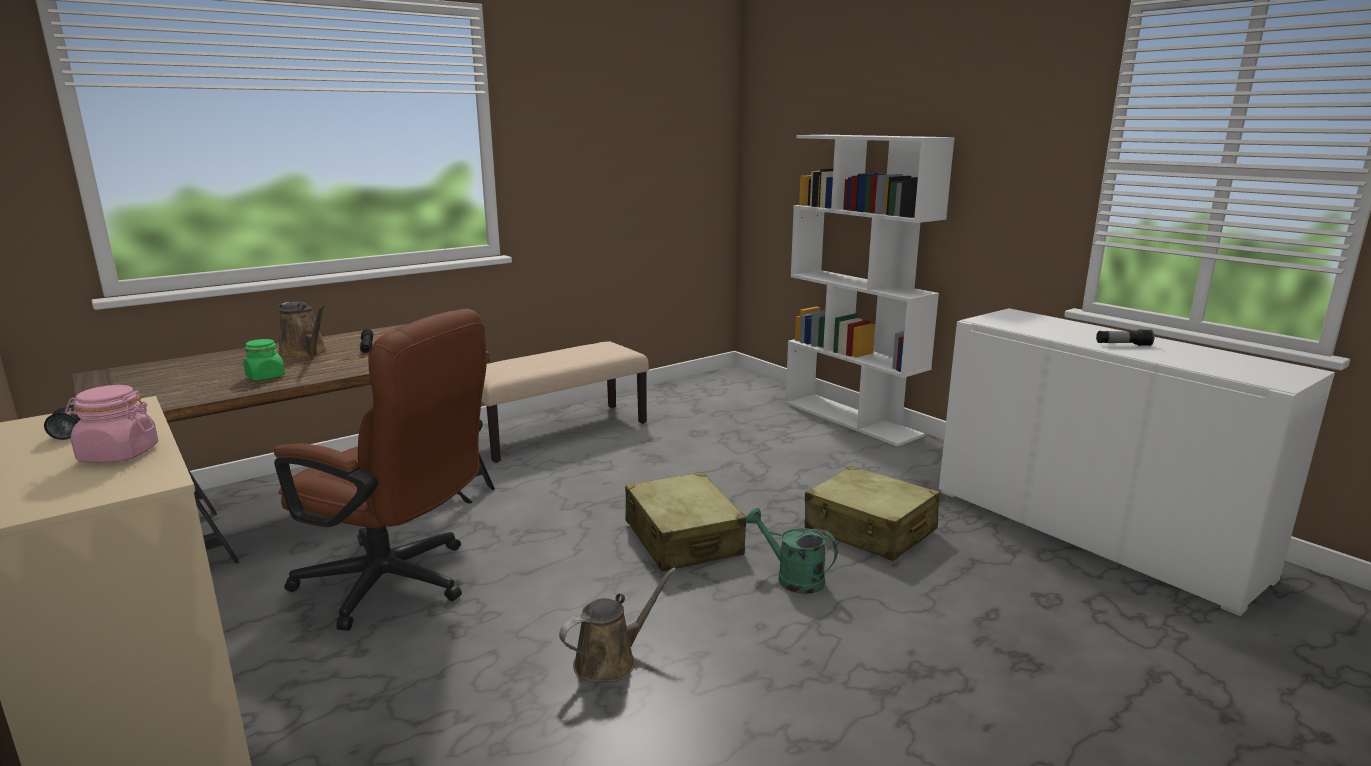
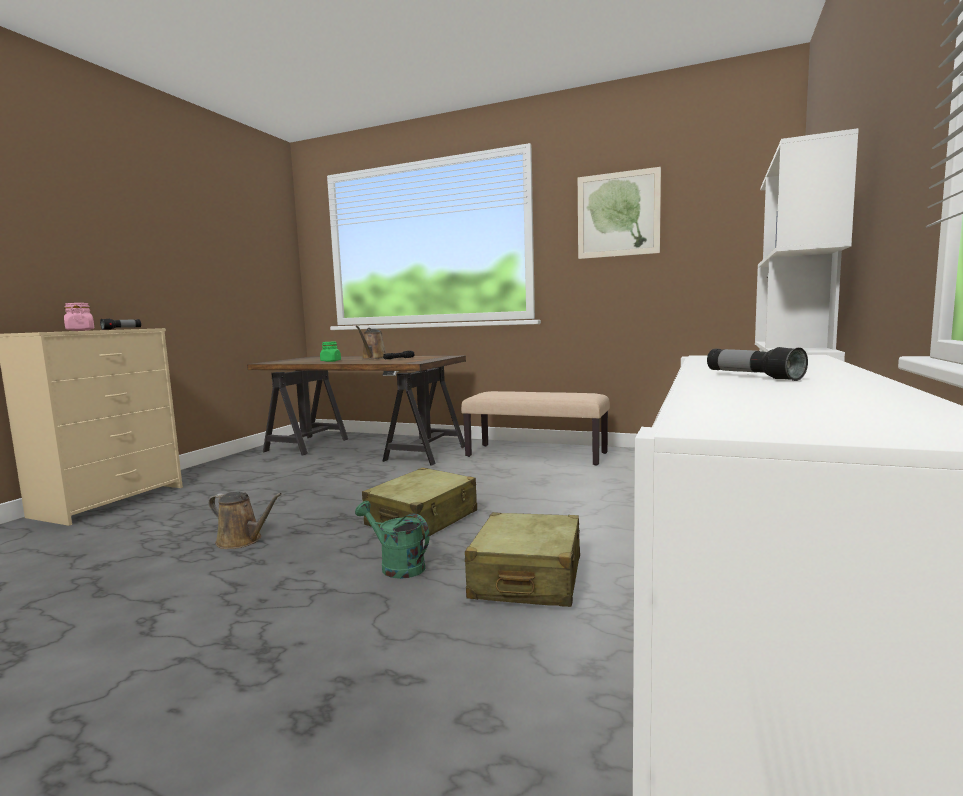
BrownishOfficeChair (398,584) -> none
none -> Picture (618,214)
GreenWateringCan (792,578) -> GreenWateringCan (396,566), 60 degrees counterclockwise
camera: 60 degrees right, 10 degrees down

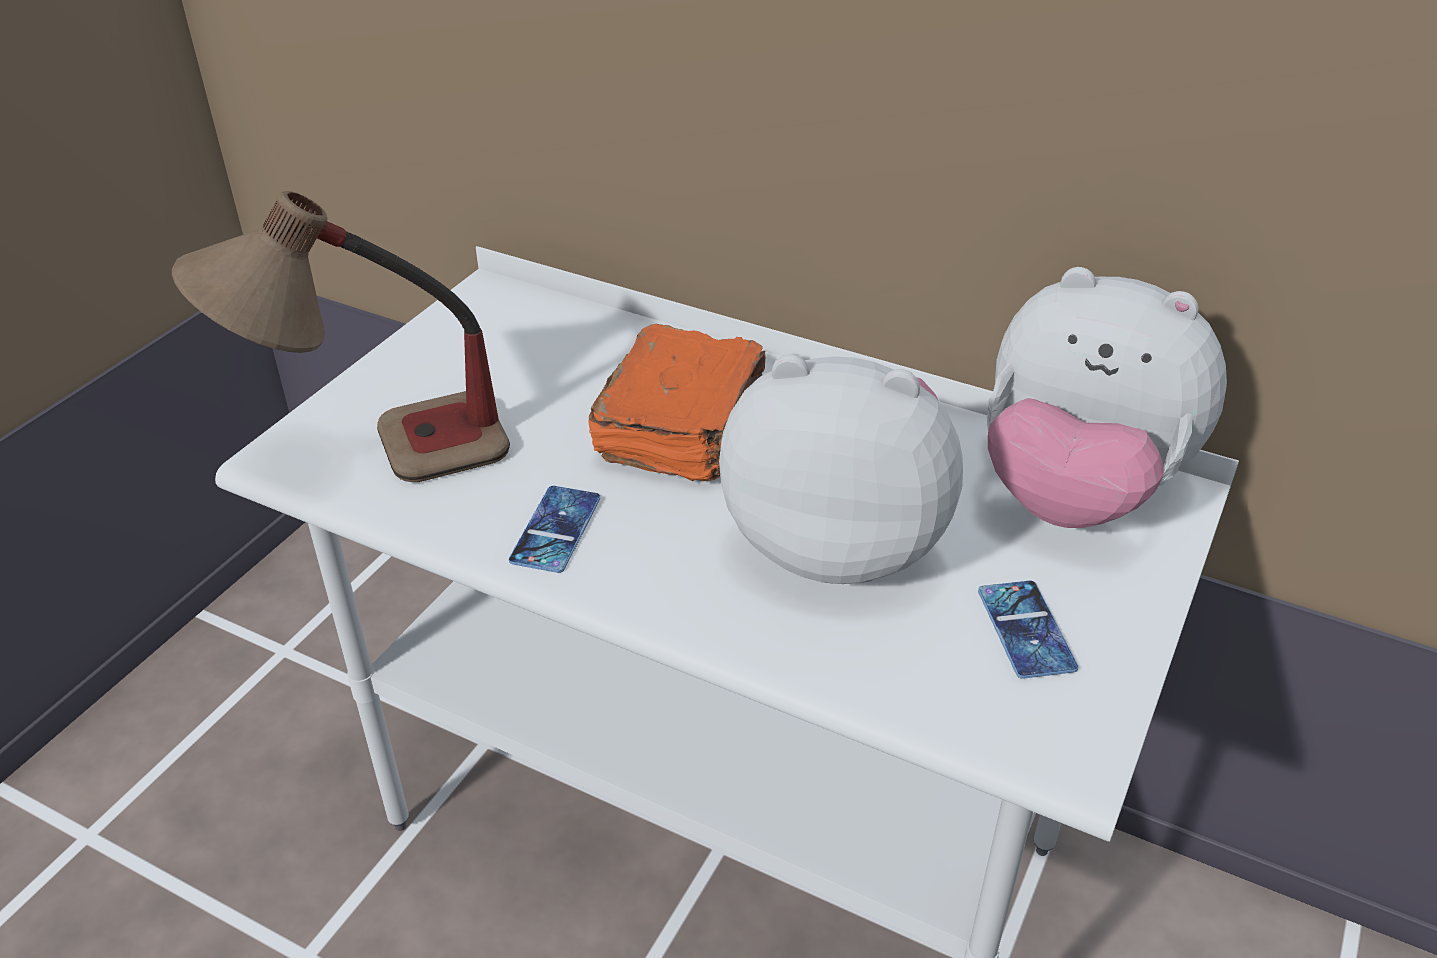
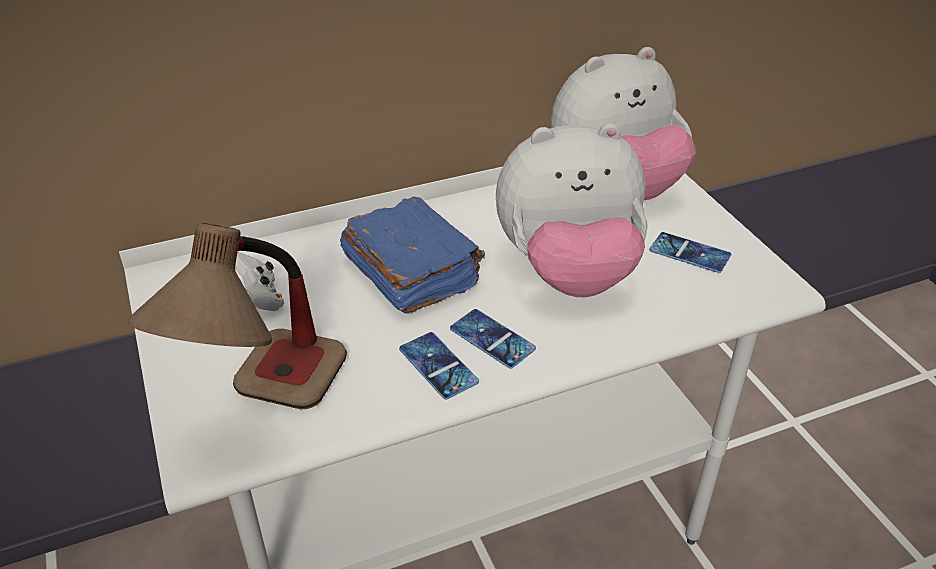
none -> WhitishGameController (260,299)
none -> Telephone (492,339)
OrangeColouredVolume (684,429) -> BlueVolume (411,272)
PlushToy (838,542) -> PlushToy (568,272), 150 degrees counterclockwise
camera: 50 degrees left, 0 degrees up

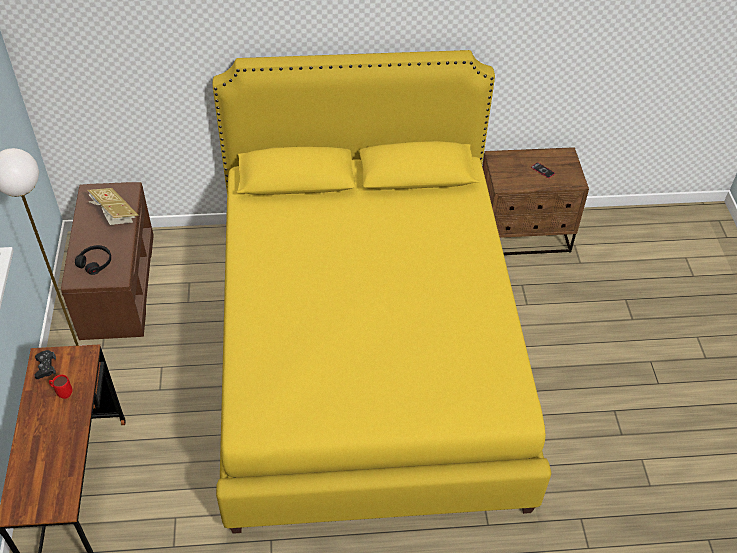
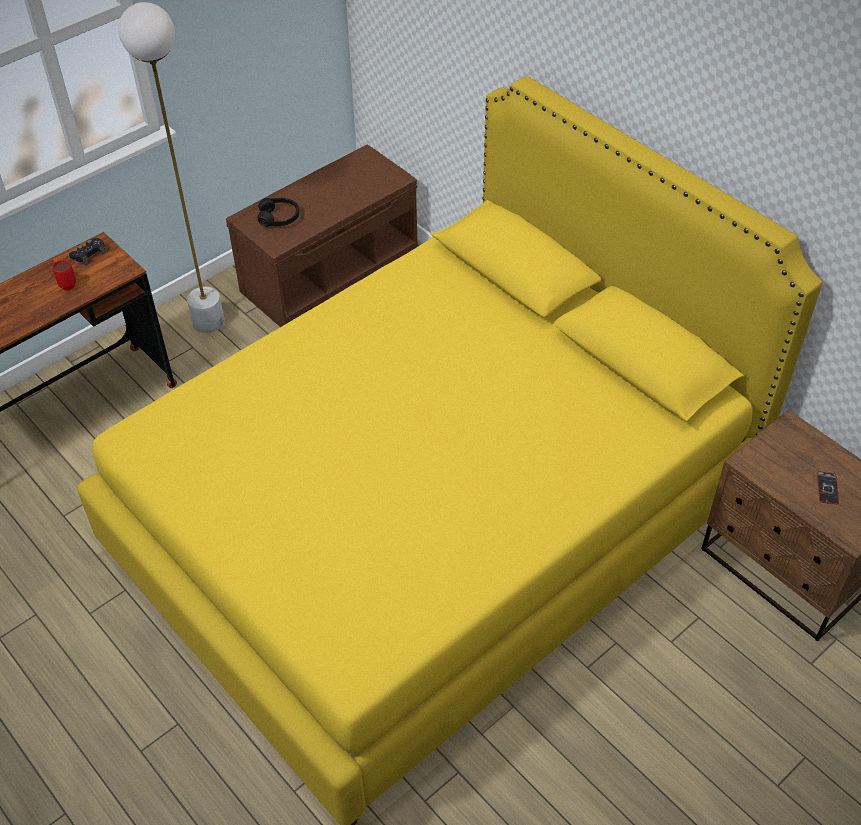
Volume (114,214) -> none
camera: 55 degrees right, 0 degrees up

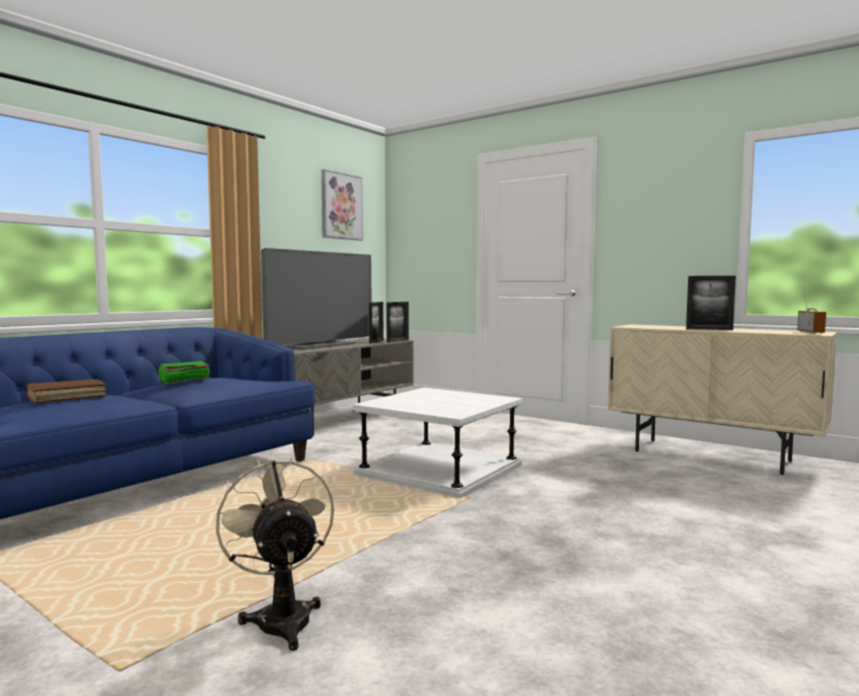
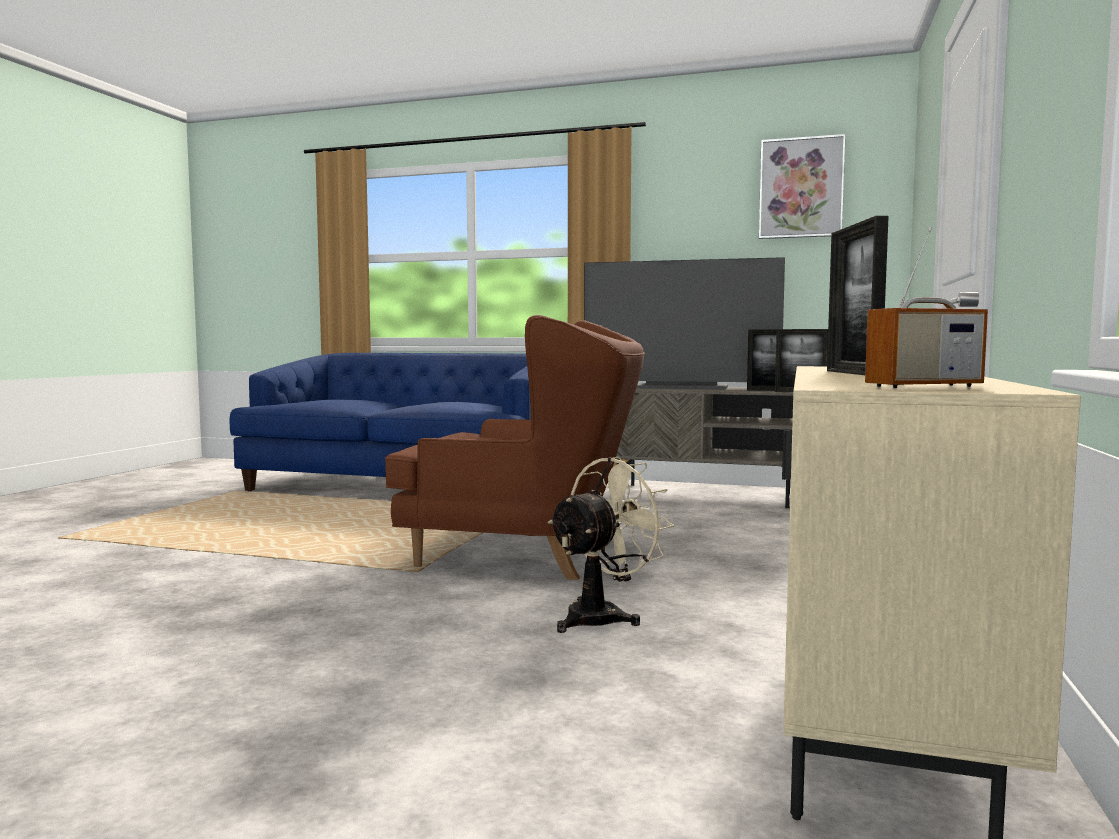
BrownishVolume (66,398) -> none
GreenVolume (183,381) -> none
BeigeElectricFan (281,617) -> BeigeElectricFan (603,616), shifted
WhitishAccentTable (440,470) -> BrownishEasyChair (525,551)
camera: 70 degrees right, 0 degrees up

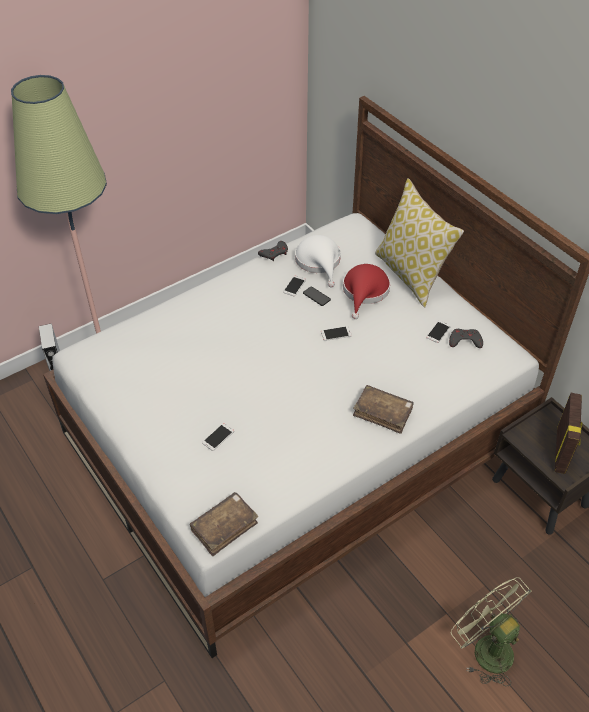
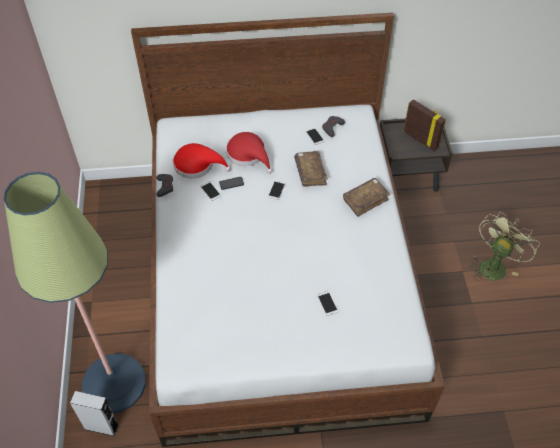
Cushion (411,275) -> none
BrownishVolume (224,527) -> BrownishVolume (310,172), shifted
WhitishHat (319,262) -> RedHat (197,165)
GreenElectricFan (485,648) -> GreenElectricFan (494,264), 135 degrees clockwise
camera: 60 degrees left, 5 degrees up

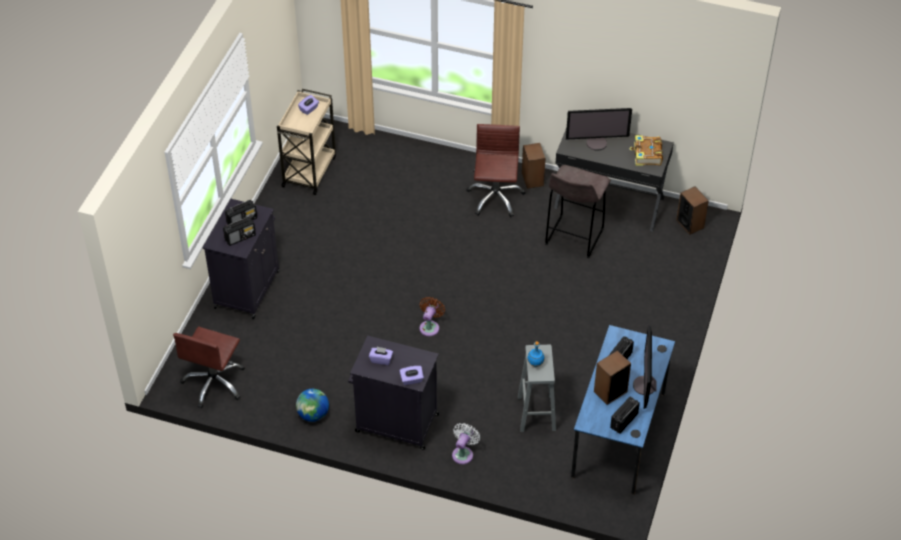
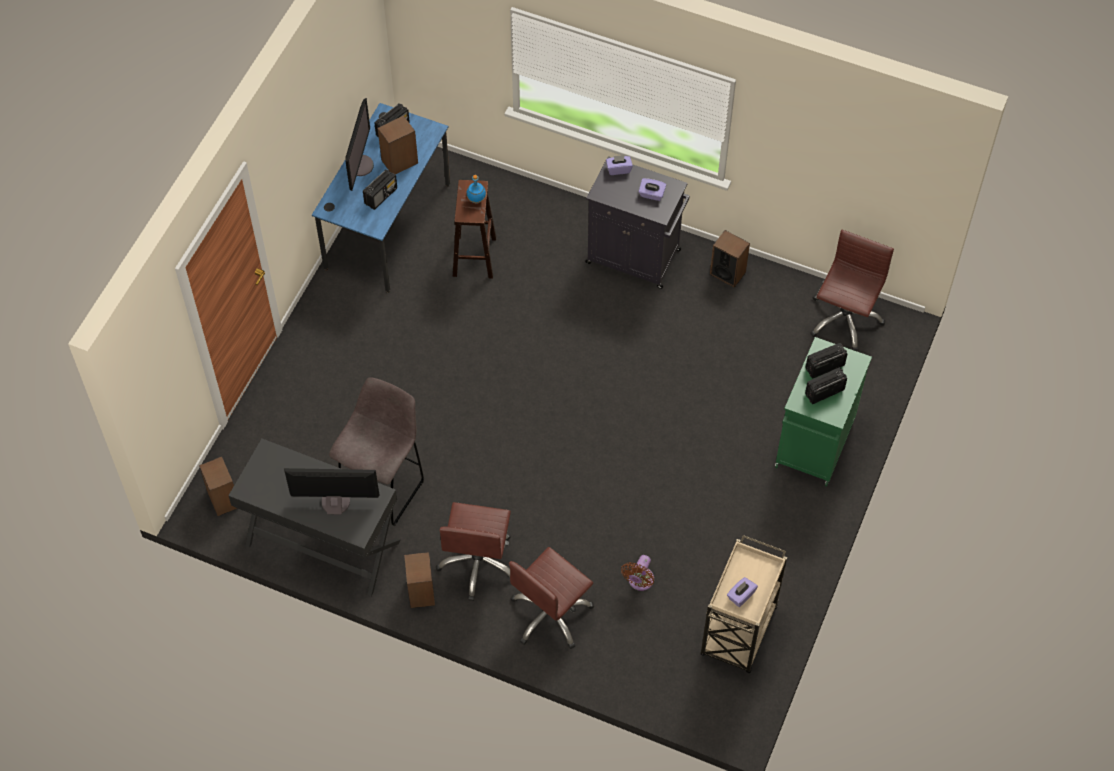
WhitishElectricFan (463,453) -> none
Volume (647,155) -> none
none -> BrownishOfficeChair (551,614)
BrownishElectricFan (430,326) -> BrownishElectricFan (639,581), shifted
DeskGlobe (313,415) -> Loudspeaker (727,273)
BlackishCabinet (247,288) -> GreenCabinet (814,444)
GrayStoolSeat (536,412) -> BrownishStoolSeat (474,257)
camera: 175 degrees left, 10 degrees up

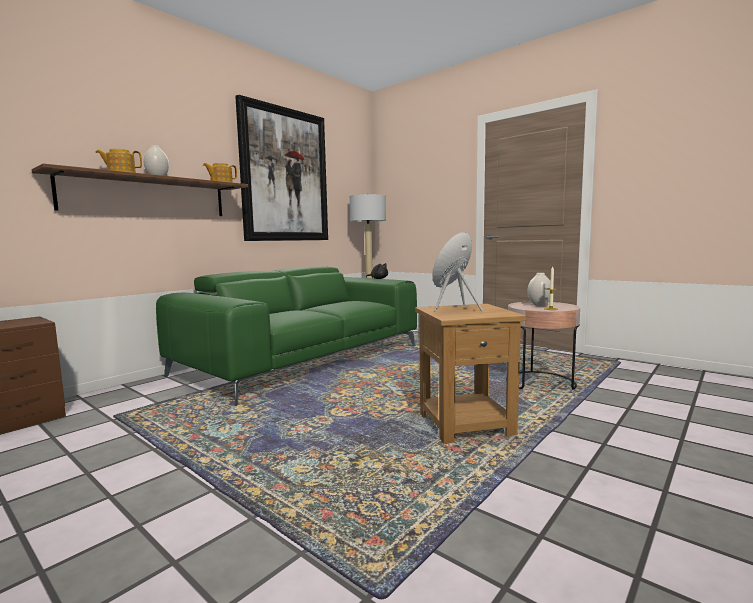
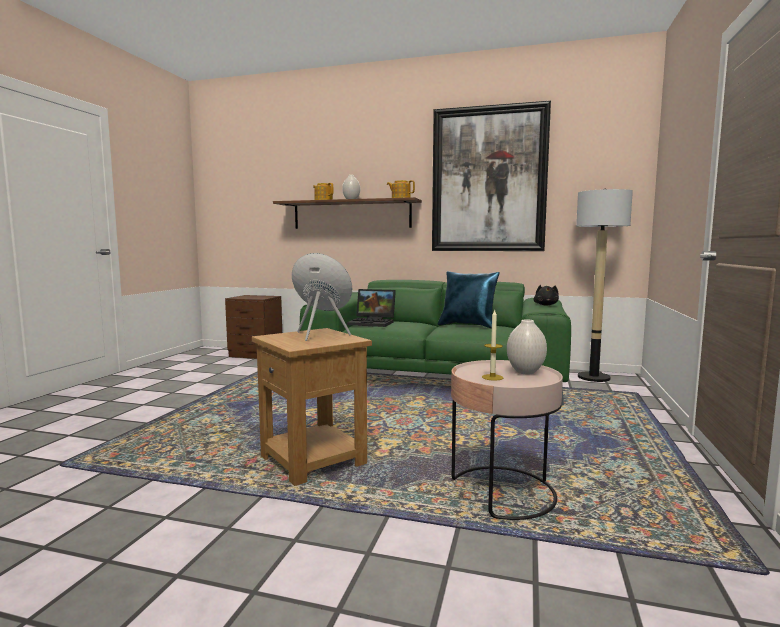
none -> PortableComputer (373,323)
none -> BlueCushion (468,326)
camera: 65 degrees right, 0 degrees up

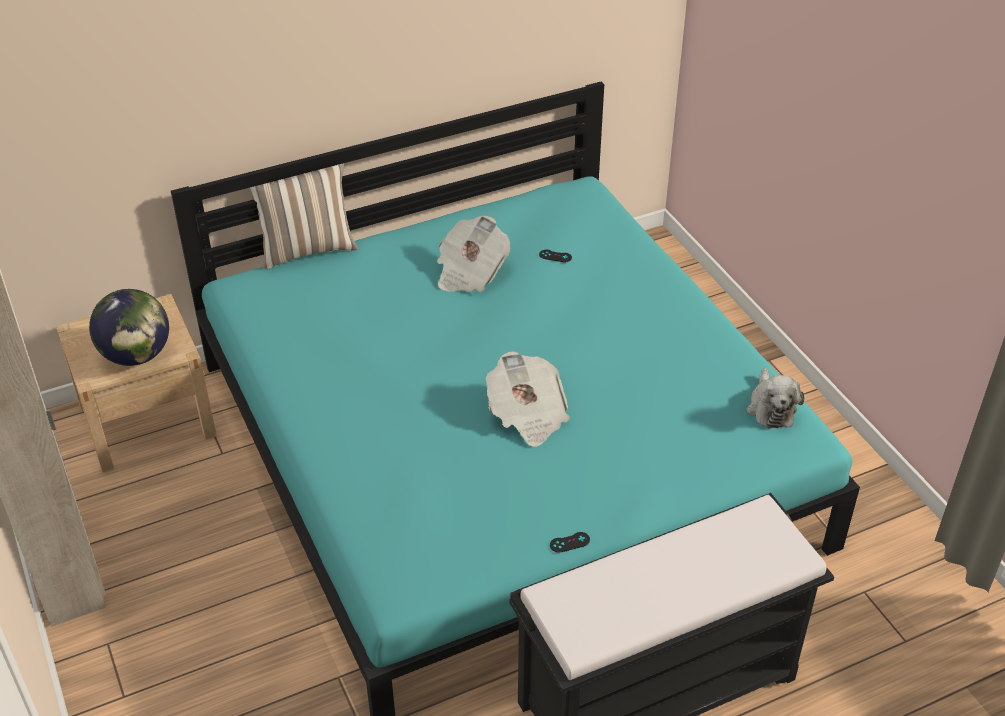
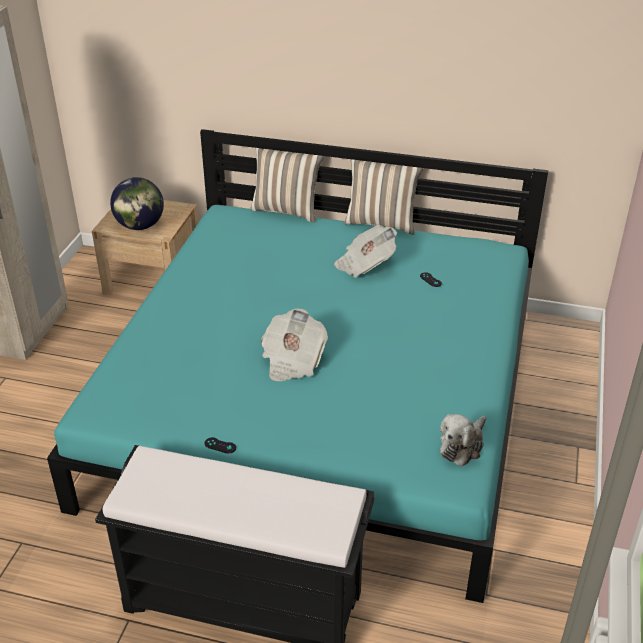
none -> Cushion (382,222)
camera: 40 degrees right, 5 degrees down

